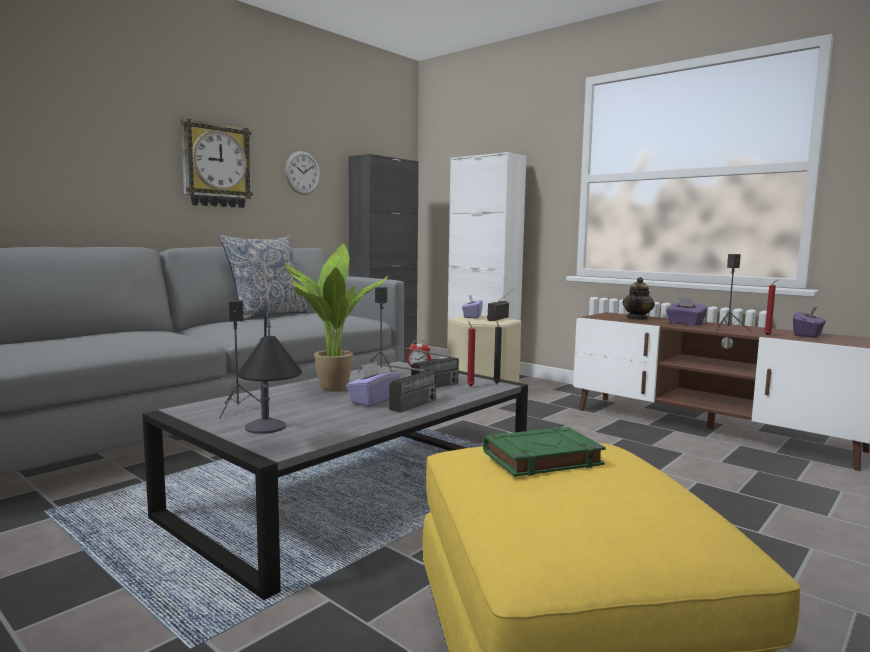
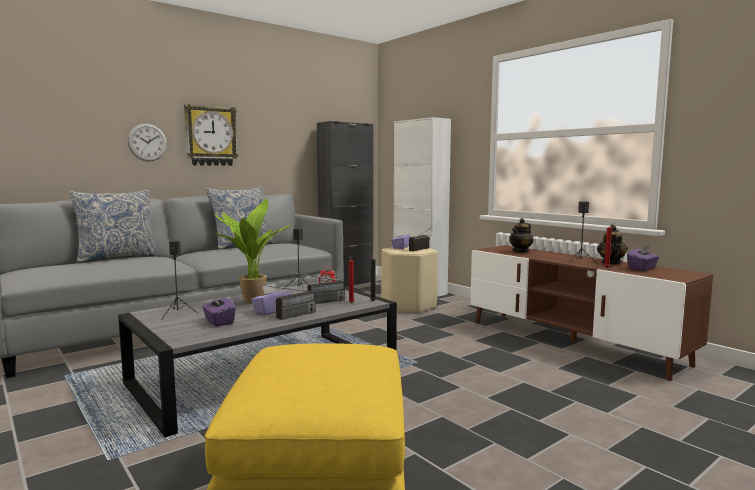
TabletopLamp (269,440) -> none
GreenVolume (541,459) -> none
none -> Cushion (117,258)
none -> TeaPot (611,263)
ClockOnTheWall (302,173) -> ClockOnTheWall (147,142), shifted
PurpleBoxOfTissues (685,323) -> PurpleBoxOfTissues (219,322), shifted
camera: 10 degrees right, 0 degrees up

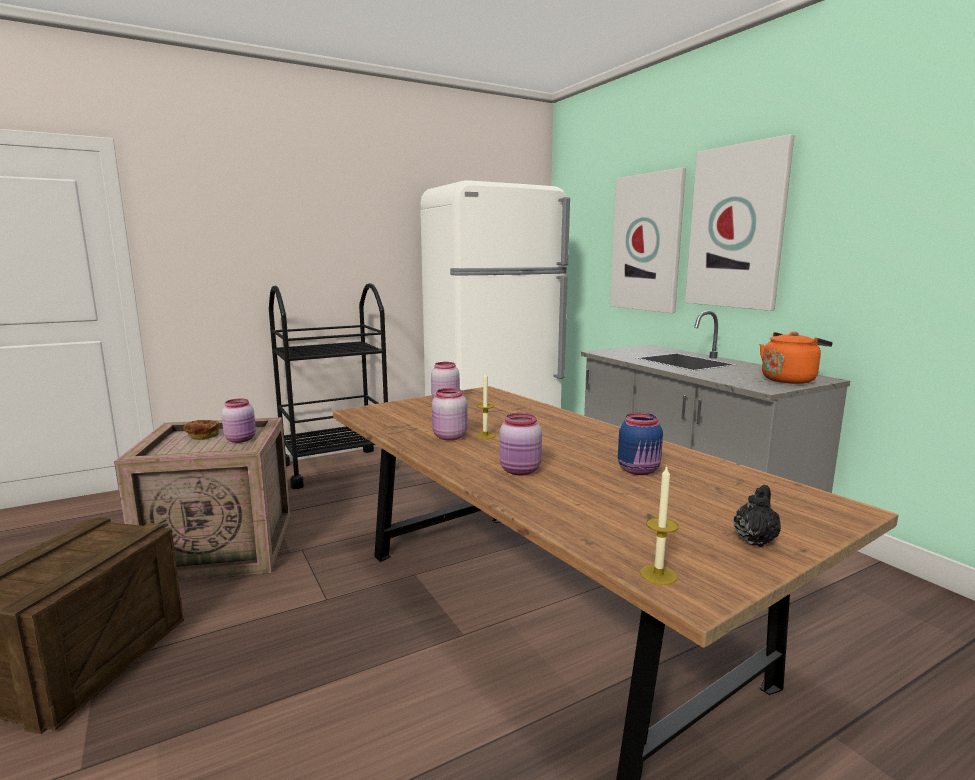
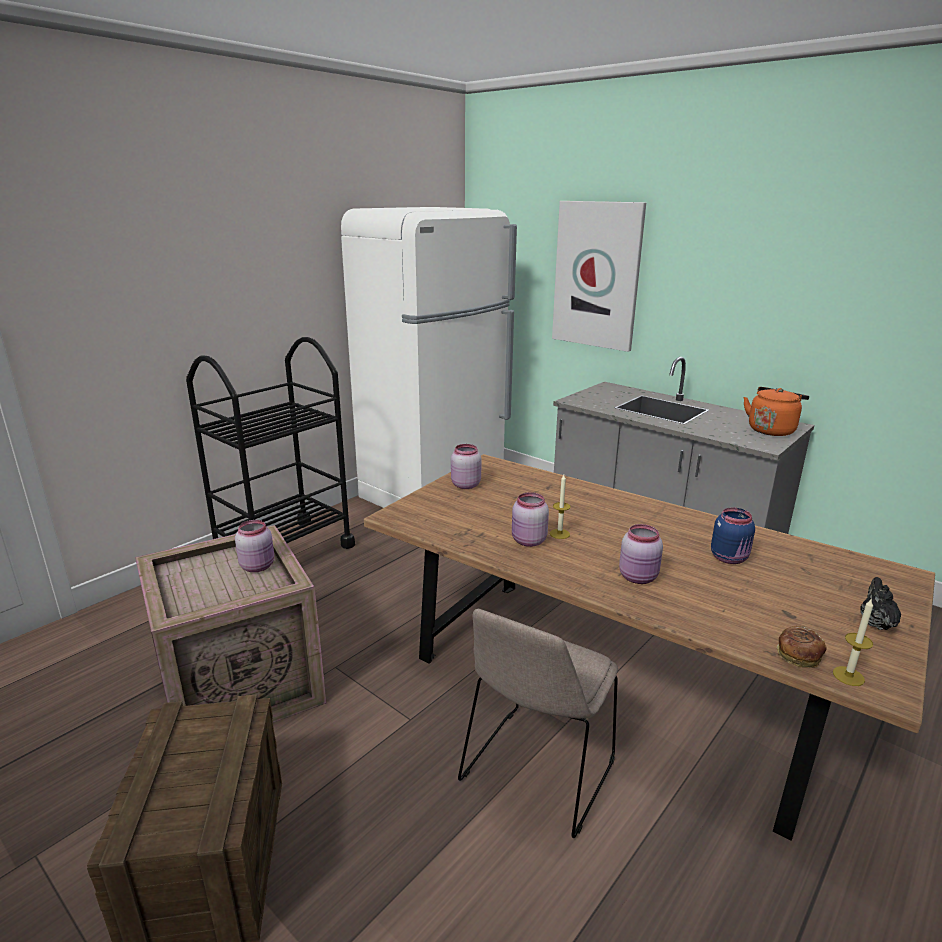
Picture (737,227) -> none
none -> BeigePlainChair (536,773)
BakeryBread (202,436) -> BakeryBread (797,657), shifted
camera: 20 degrees left, 10 degrees up

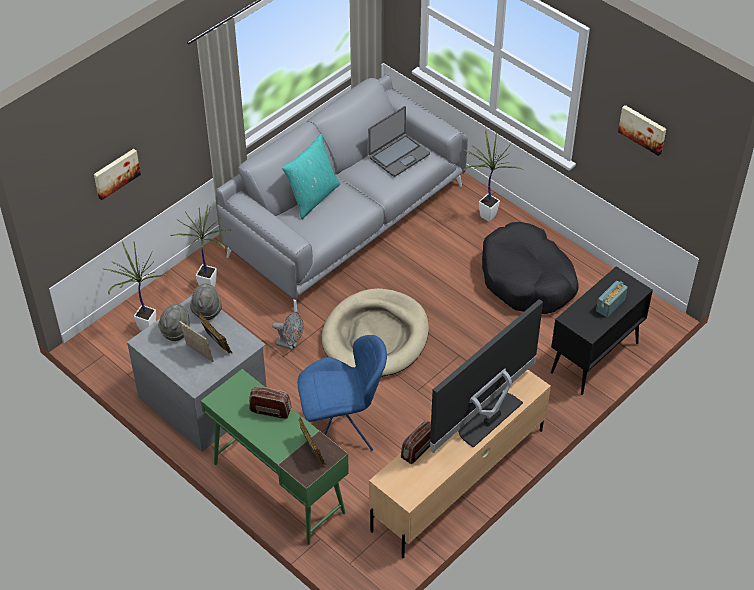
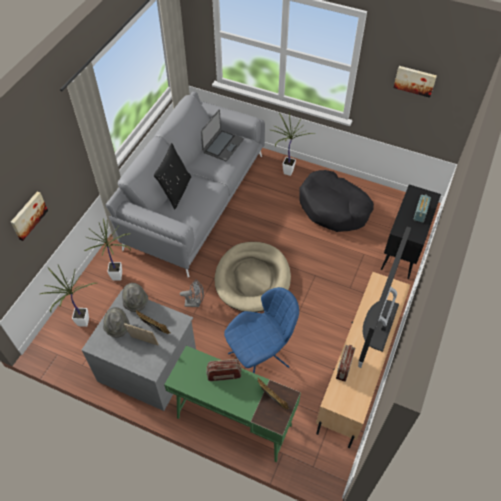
TurquoiseCushion (313,197) -> BlackishCushion (175,191)
camera: 20 degrees left, 5 degrees up

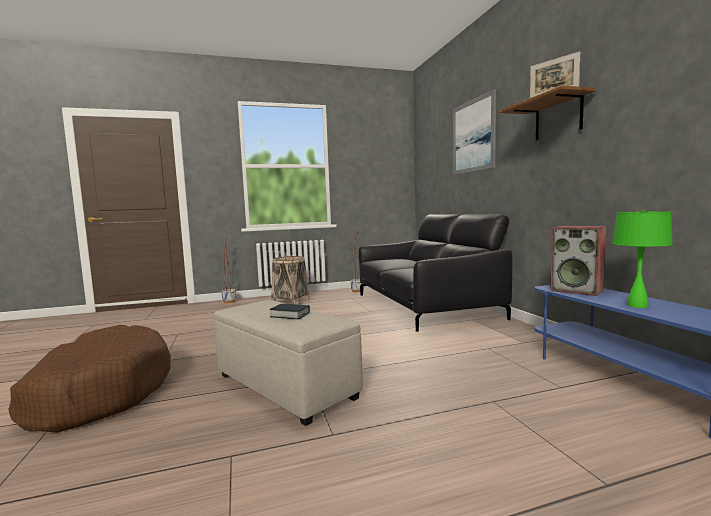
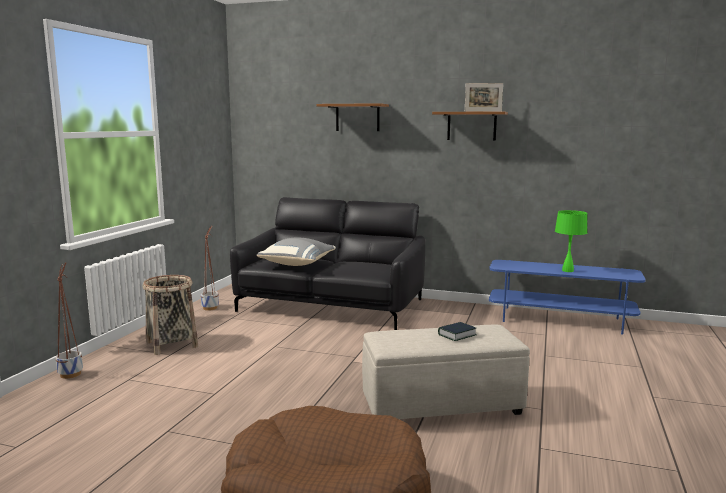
Loudspeaker (577,290) -> none
none -> GrayCushion (298,264)
Picture (473,136) -> WallShelf (357,117)
camera: 55 degrees left, 5 degrees up

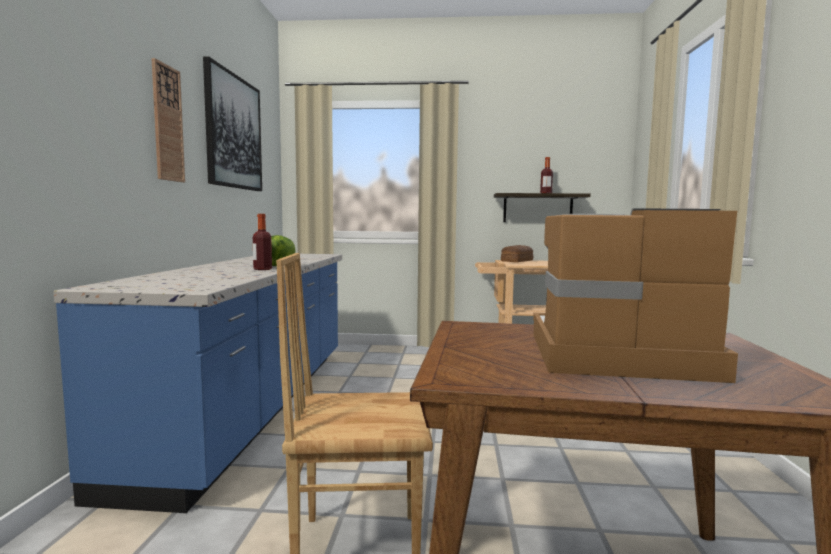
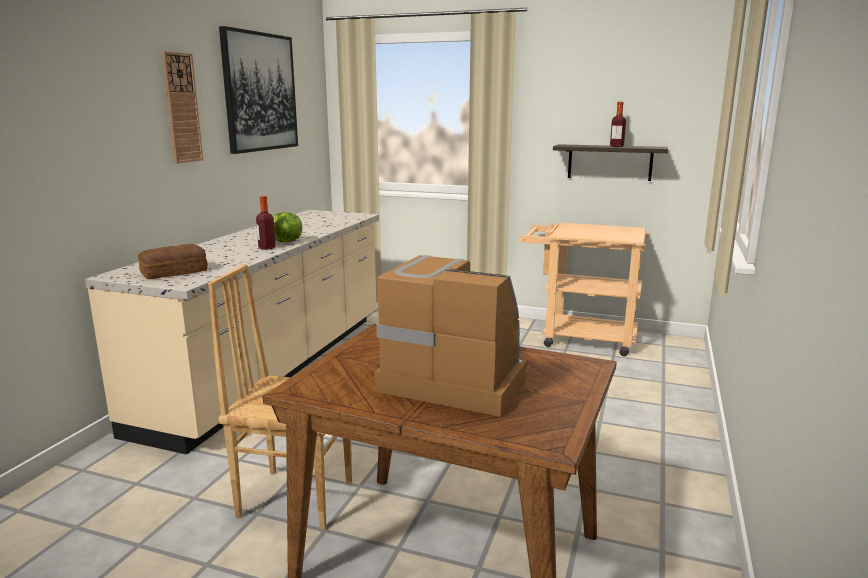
BakeryBread (516,261) -> BakeryBread (173,272), shifted
BlueKitchenCounter (254,407) -> BeigeKitchenCounter (274,368)
camera: 15 degrees right, 10 degrees up

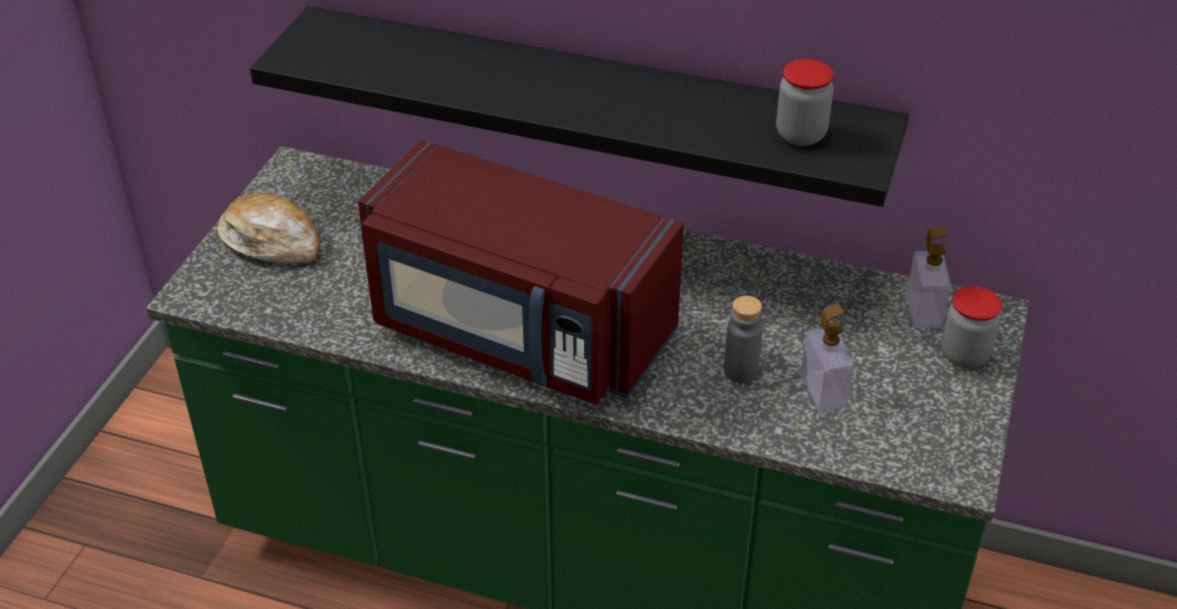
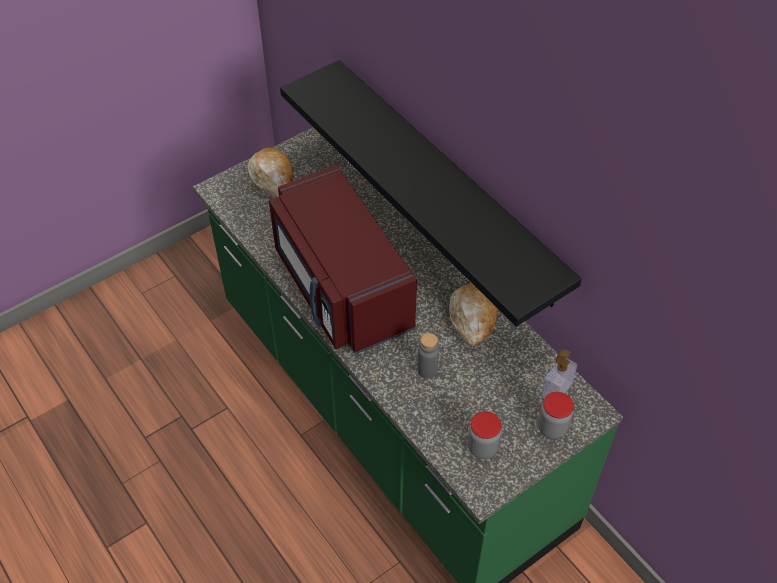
SoapDispenser (823,390) -> none
none -> BakeryBread (473,318)
PreserveJar (801,135) -> PreserveJar (482,447), shifted
camera: 35 degrees right, 10 degrees up

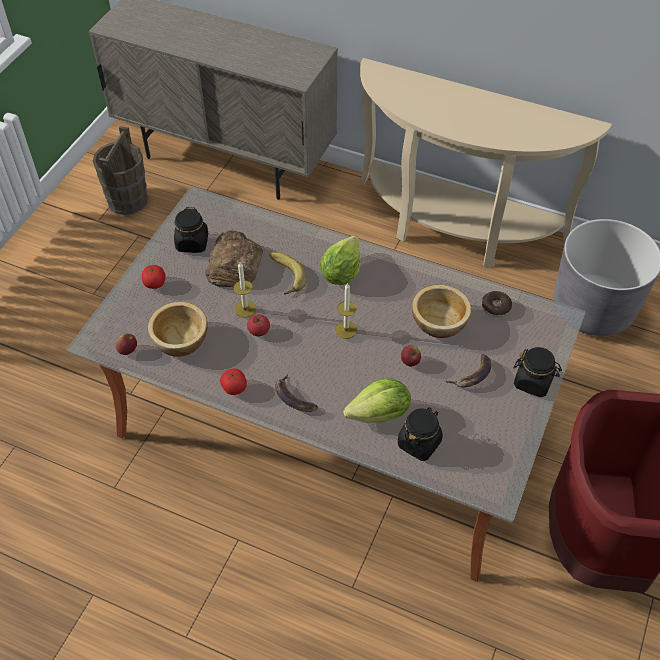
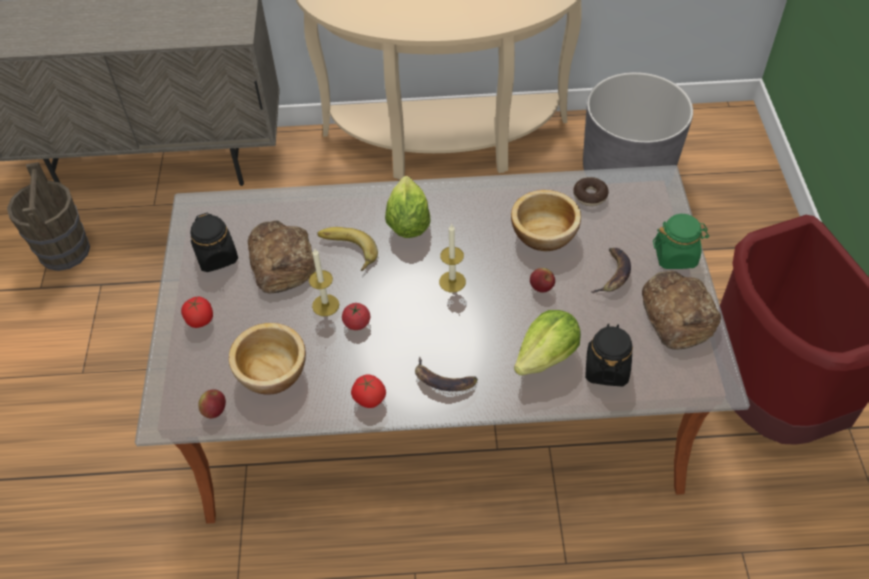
none -> BakeryBread (677,315)
BlackishPreserveJar (533,382) -> GreenPreserveJar (675,255)
camera: 25 degrees left, 0 degrees up

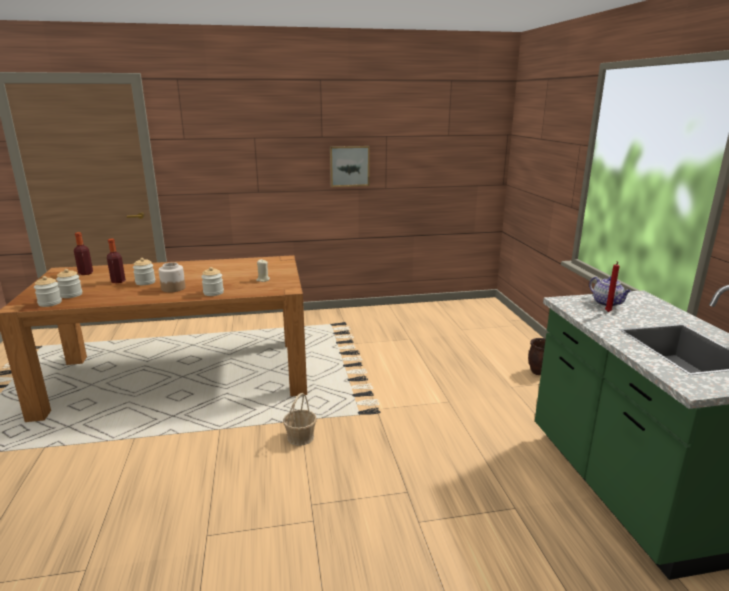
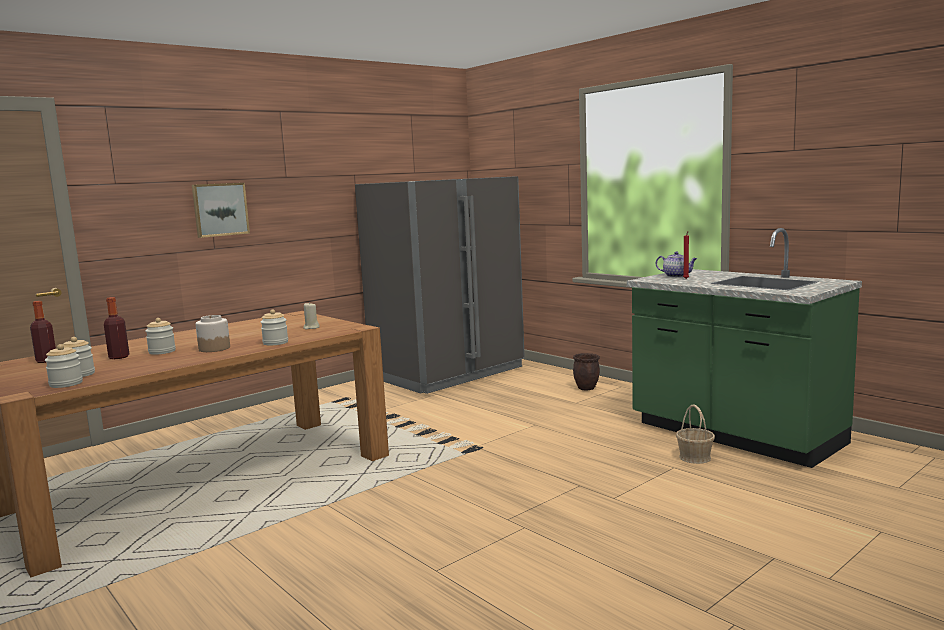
none -> GrayKitchenFridge (448,373)
HouseholdBasket (301,437) -> HouseholdBasket (695,457), shifted
Picture (349,166) -> Picture (220,209), shifted
camera: 30 degrees left, 10 degrees down

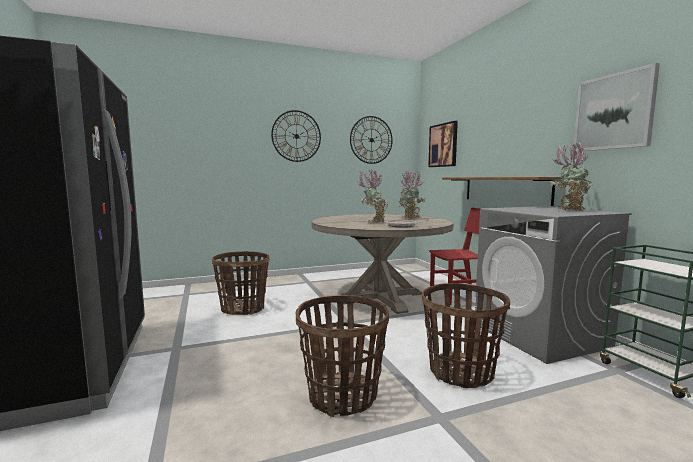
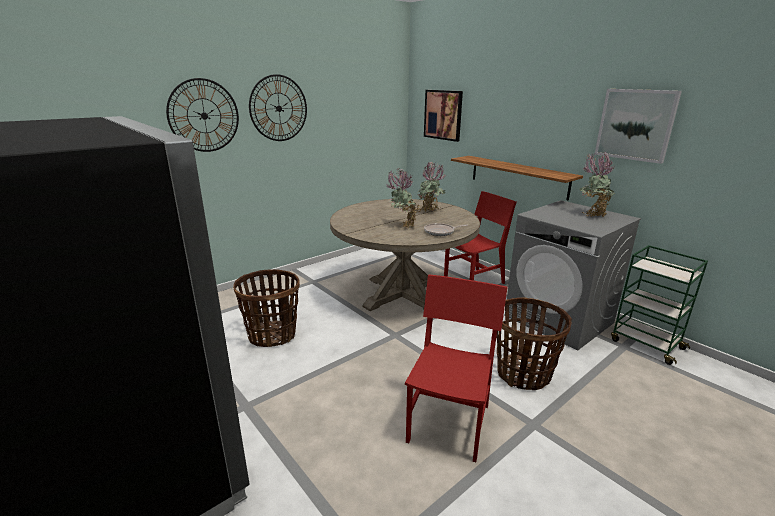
ClockOnTheWall (371,140) -> ClockOnTheWall (204,115), shifted
HouseholdBasket (343,396) -> RedPlainChair (449,423)
camera: 20 degrees left, 15 degrees up

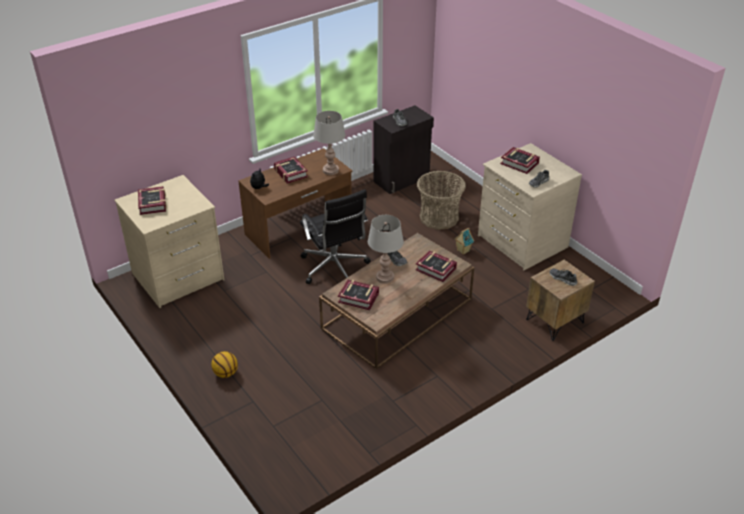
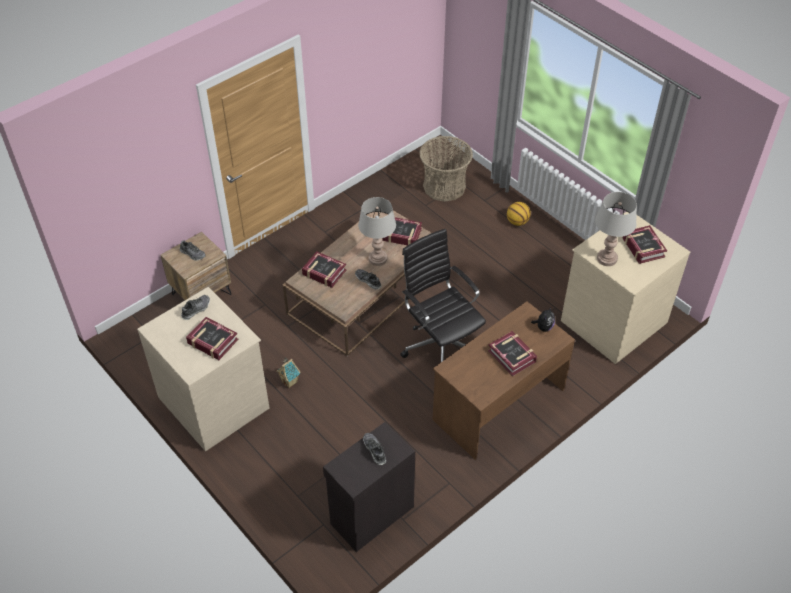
GrayTabletopLamp (330,170) -> GrayTabletopLamp (607,258), shifted
HouseholdBasket (439,217) -> HouseholdBasket (444,186), shifted
camera: 175 degrees right, 10 degrees up

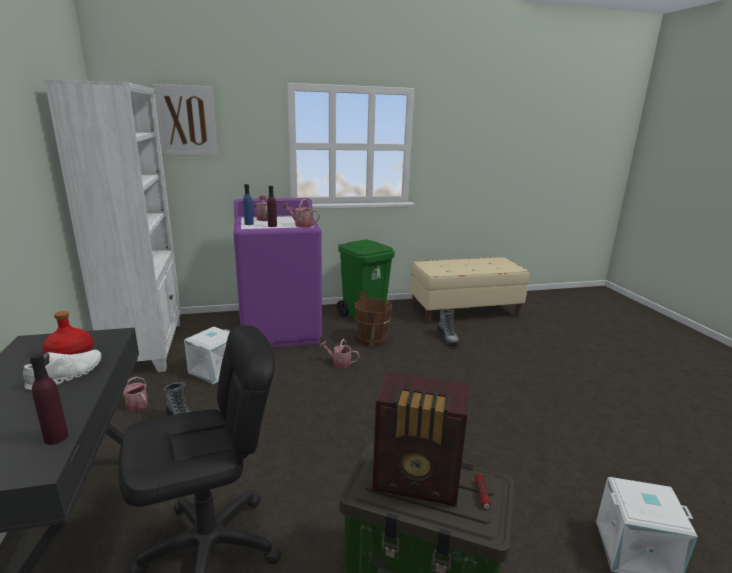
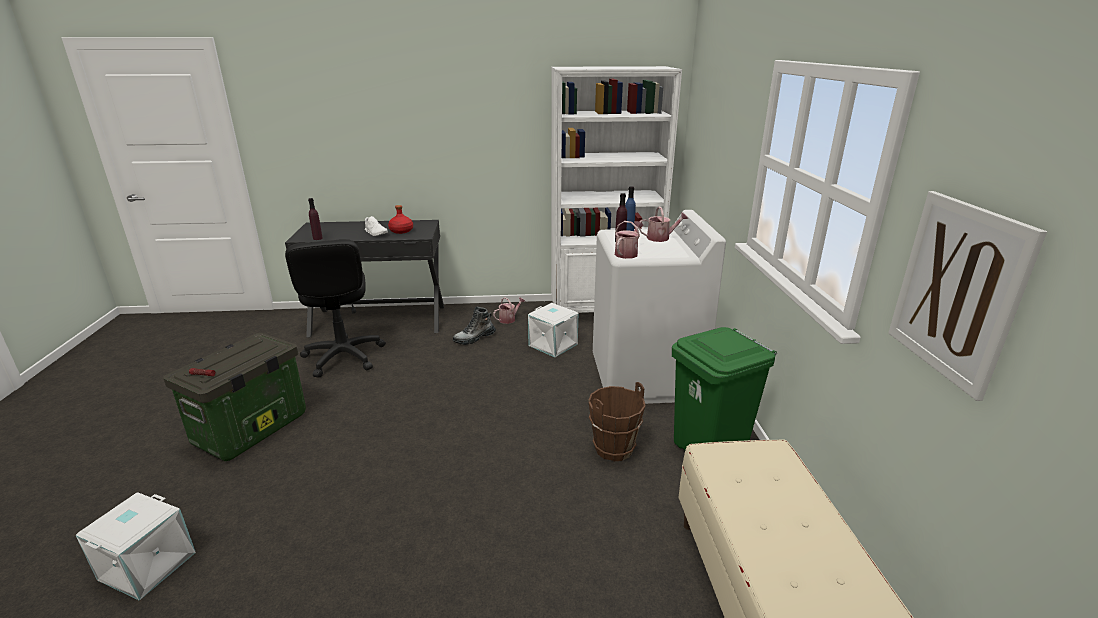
WateringCan (339,363) -> none
Radio (418,481) -> none
HighTopBoot (447,338) -> none
Picture (186,120) -> Picture (957,291), shifted
PurpleLaundryMachine (281,330) -> WhitishLaundryMachine (645,378)
camera: 100 degrees right, 5 degrees up

